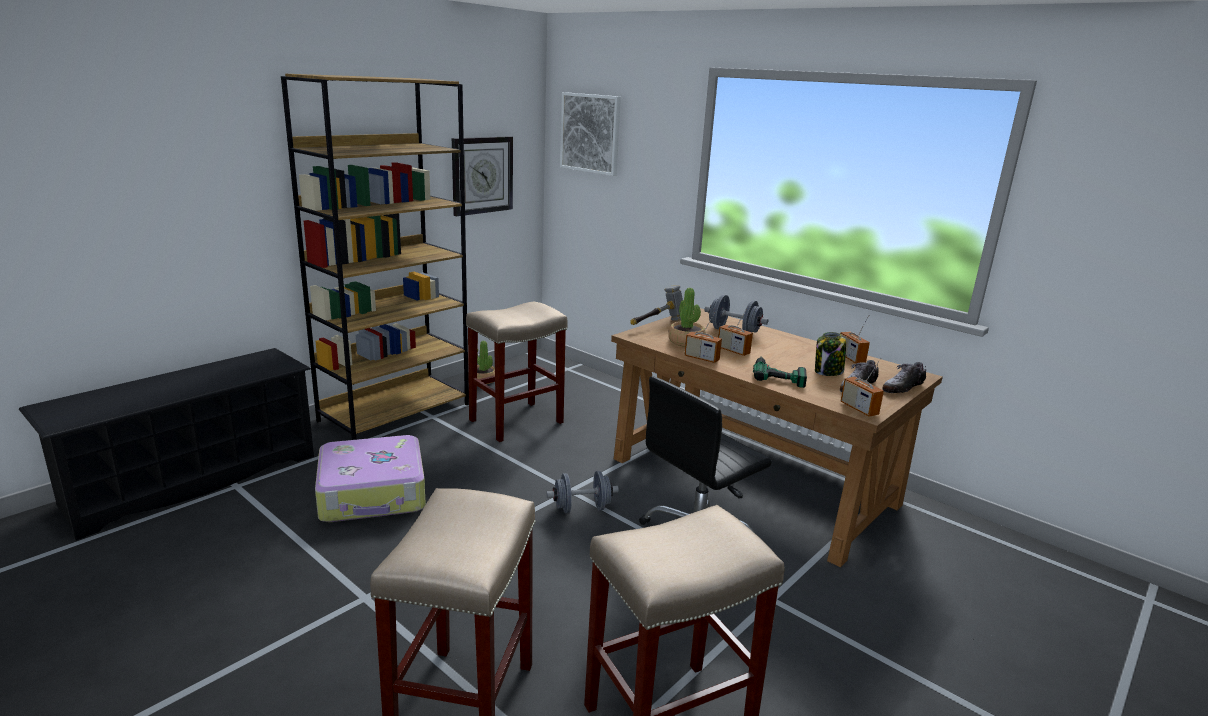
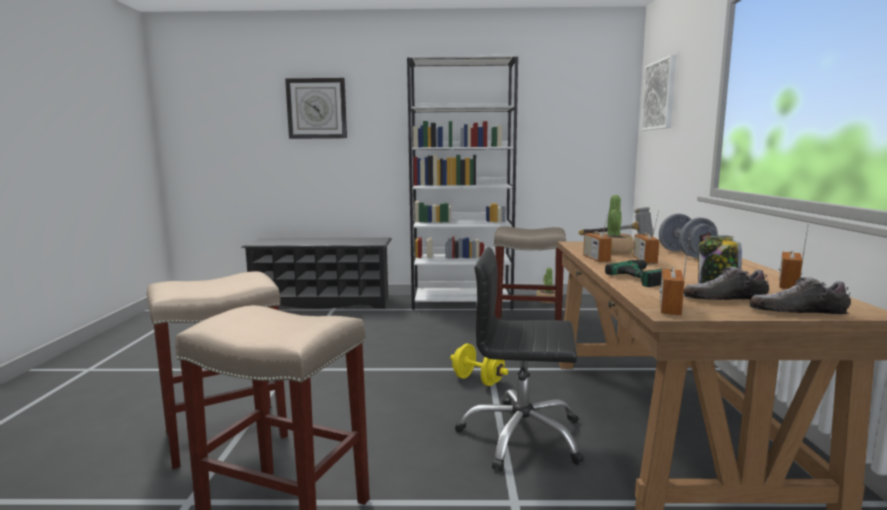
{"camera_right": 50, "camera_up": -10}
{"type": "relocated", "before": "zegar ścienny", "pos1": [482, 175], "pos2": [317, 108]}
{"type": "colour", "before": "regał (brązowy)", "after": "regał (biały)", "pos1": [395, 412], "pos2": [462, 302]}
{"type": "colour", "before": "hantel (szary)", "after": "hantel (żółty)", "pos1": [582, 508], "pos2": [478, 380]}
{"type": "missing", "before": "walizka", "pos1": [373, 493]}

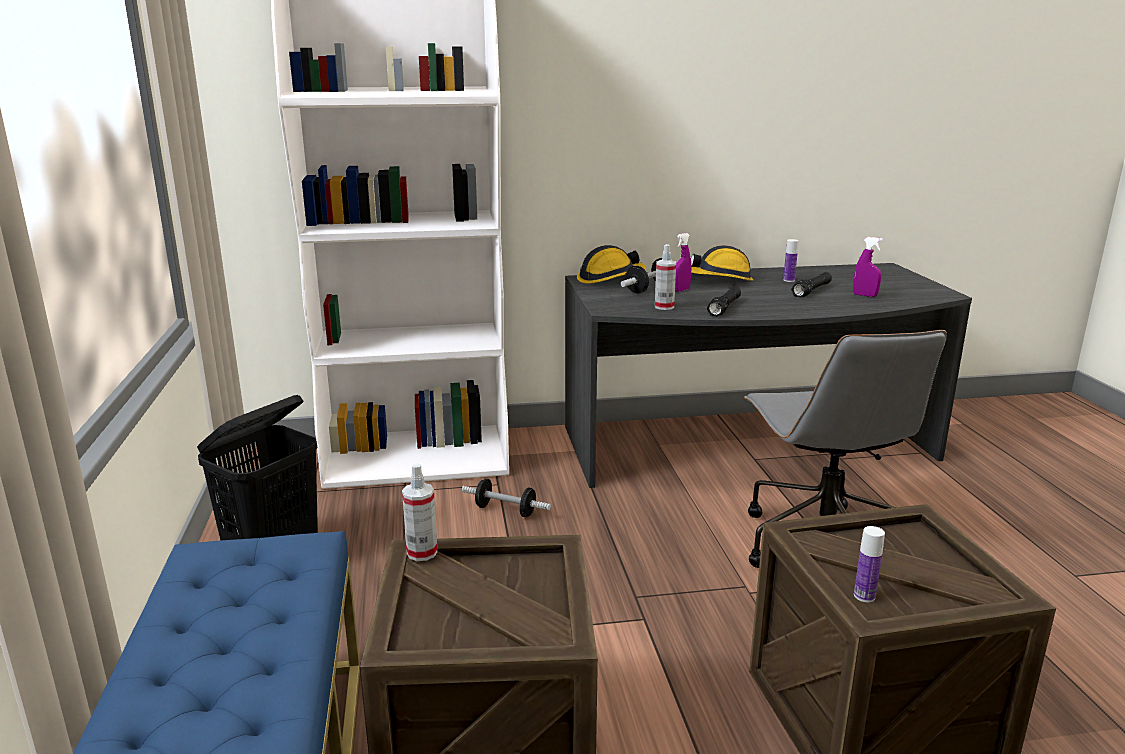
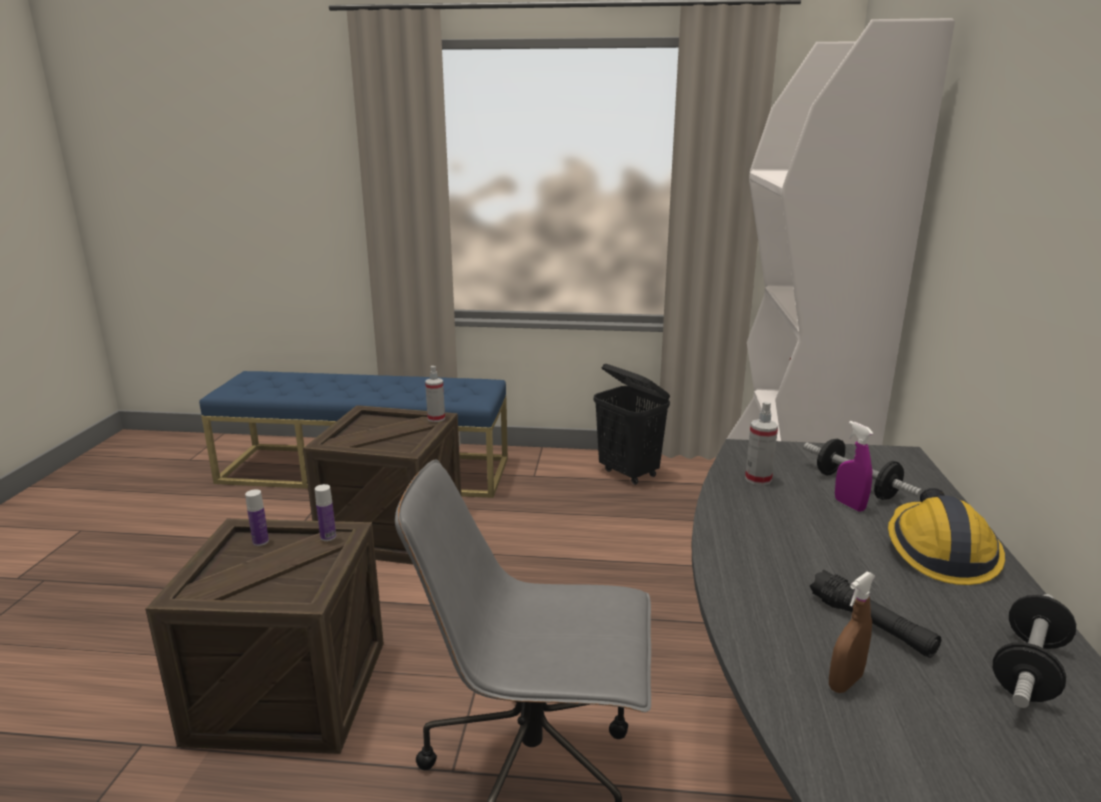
{"camera_right": 105, "camera_up": 0}
{"type": "relocated", "before": "butelka", "pos1": [788, 280], "pos2": [328, 537]}
{"type": "colour", "before": "spryskiwacz (fioletowy)", "after": "spryskiwacz (brązowy)", "pos1": [865, 295], "pos2": [845, 682]}
{"type": "relocated", "before": "hantel", "pos1": [505, 510], "pos2": [1028, 669]}
{"type": "missing", "before": "kask", "pos1": [609, 278]}
{"type": "missing", "before": "latarka (czarny)", "pos1": [724, 308]}

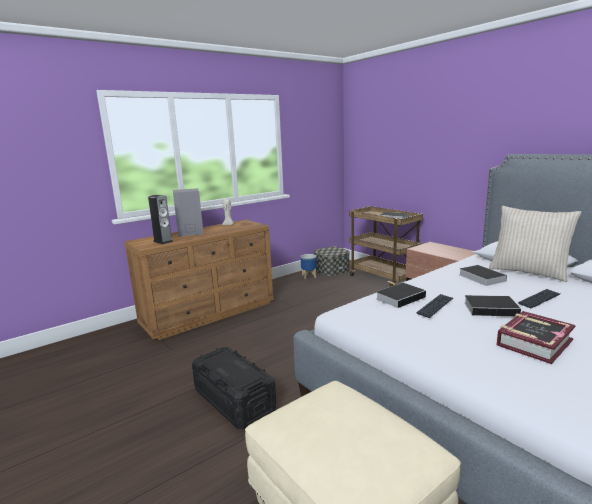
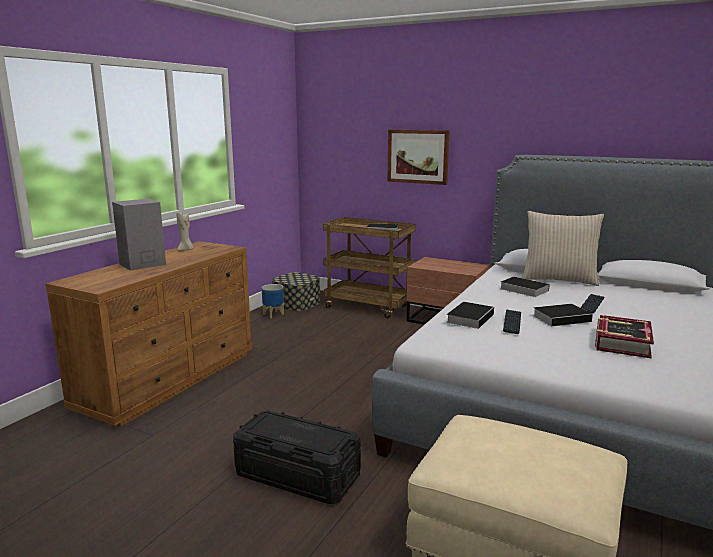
{"camera_right": -25, "camera_up": 0}
{"type": "appeared", "after": "obraz", "pos2": [418, 156]}
{"type": "missing", "before": "głośnik", "pos1": [163, 241]}

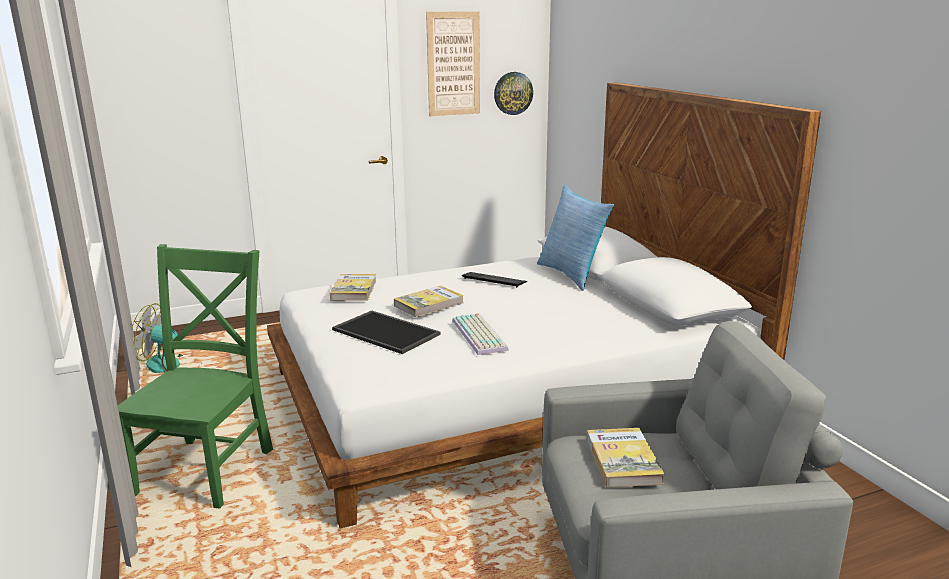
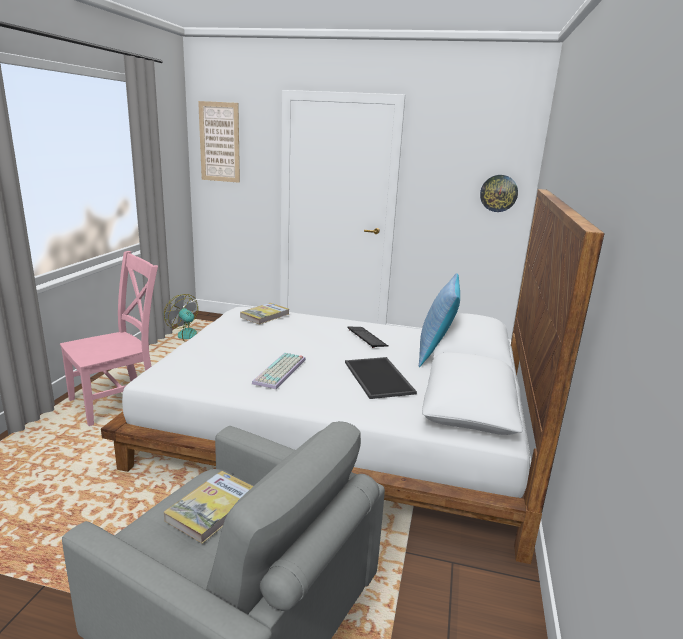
{"camera_right": 35, "camera_up": 0}
{"type": "colour", "before": "krzesło (zielony)", "after": "krzesło (różowy)", "pos1": [208, 469], "pos2": [119, 401]}
{"type": "relocated", "before": "obraz", "pos1": [453, 64], "pos2": [219, 142]}
{"type": "relocated", "before": "taca", "pos1": [387, 332], "pos2": [380, 378]}
{"type": "missing", "before": "książka", "pos1": [429, 304]}

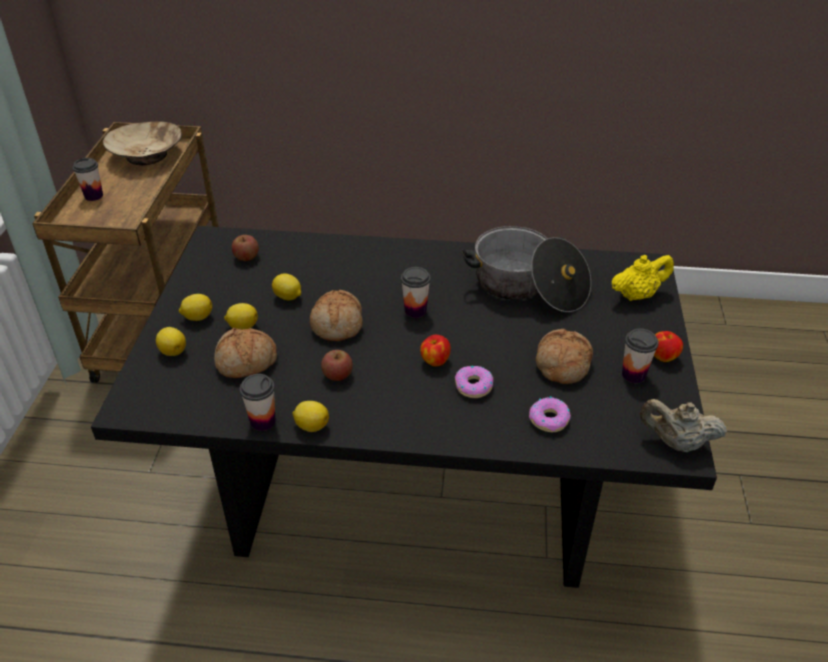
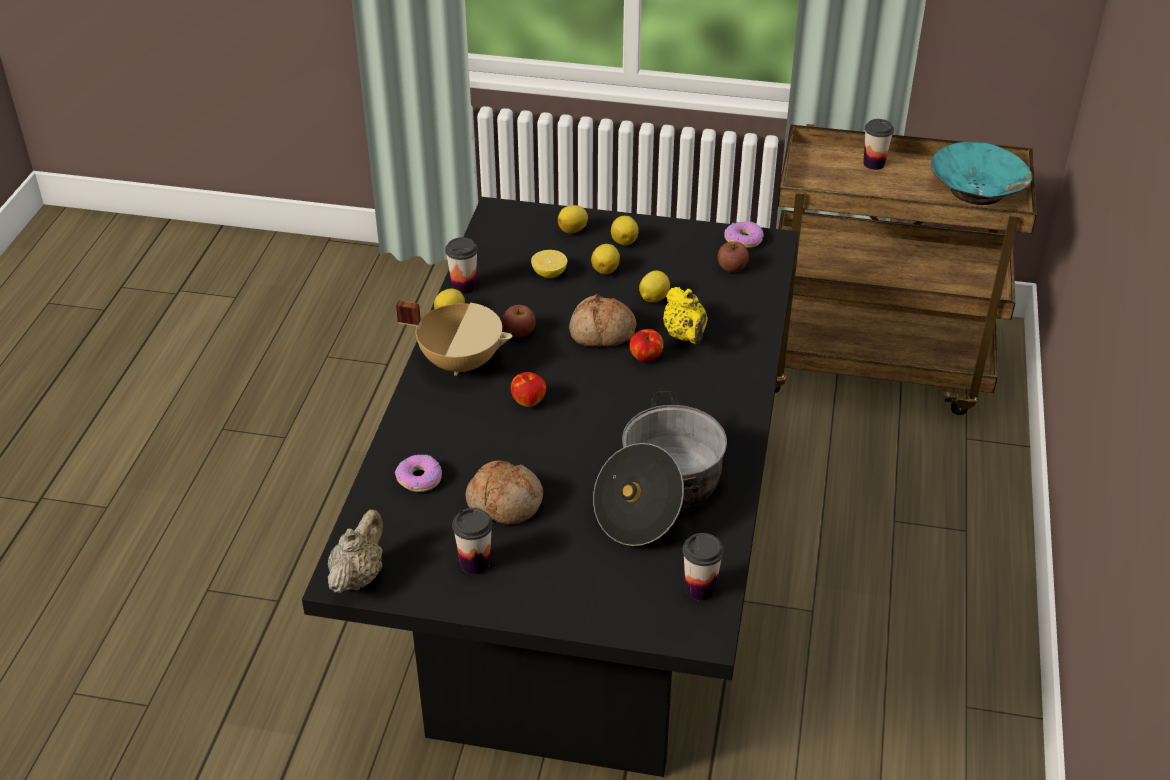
{"camera_right": 95, "camera_up": 0}
{"type": "appeared", "after": "garnek (beżowy)", "pos2": [461, 361]}
{"type": "exchanged", "before": "chleb", "after": "cytryna", "pos1": [246, 362], "pos2": [549, 274]}
{"type": "relocated", "before": "jabłko", "pos1": [663, 356], "pos2": [646, 358]}
{"type": "relocated", "before": "imbryk (żółty)", "pos1": [637, 295], "pos2": [685, 336]}
{"type": "relocated", "before": "filiżanka", "pos1": [415, 311], "pos2": [700, 589]}
{"type": "relocated", "before": "donut", "pos1": [473, 386], "pos2": [743, 239]}
{"type": "colour", "before": "miska (beżowy)", "after": "miska (turkusowy)", "pos1": [147, 155], "pos2": [977, 190]}

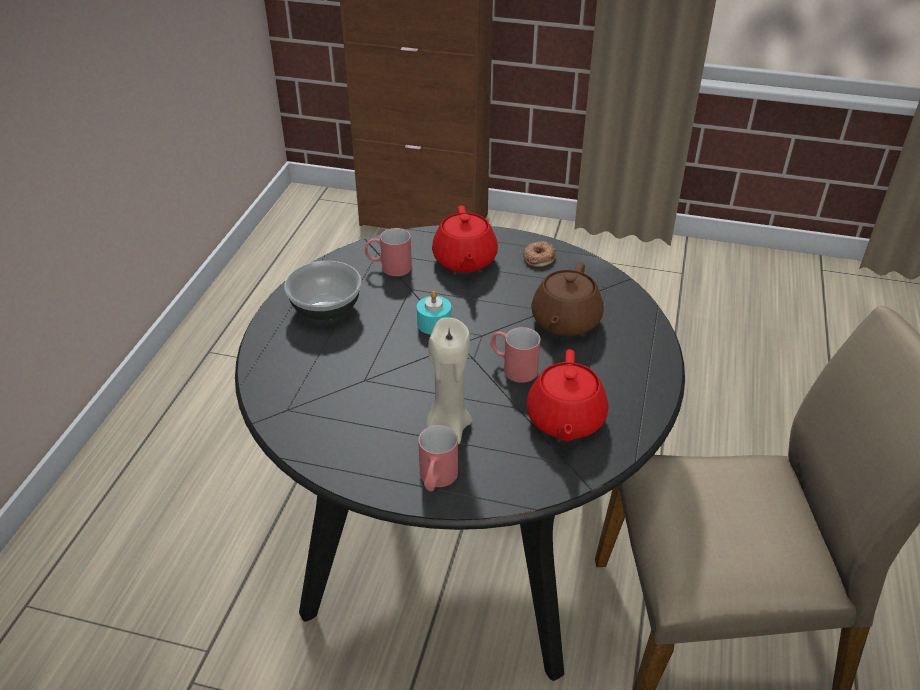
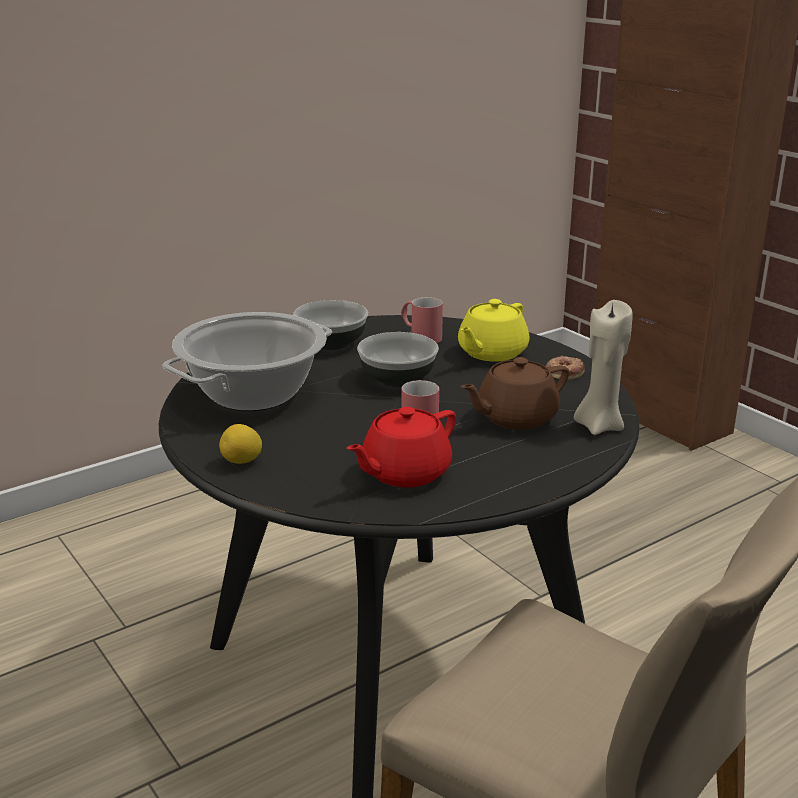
{"camera_right": 40, "camera_up": -15}
{"type": "appeared", "after": "garnek", "pos2": [253, 394]}
{"type": "exchanged", "before": "kubek (czerwony)", "after": "cytryna", "pos1": [436, 481], "pos2": [242, 461]}
{"type": "exchanged", "before": "świeca (turkusowy)", "after": "miska", "pos1": [434, 323], "pos2": [398, 379]}
{"type": "colour", "before": "imbryk (czerwony)", "after": "imbryk (żółty)", "pos1": [464, 260], "pos2": [491, 353]}
{"type": "relocated", "before": "świeca (beżowy)", "pos1": [448, 426], "pos2": [599, 426]}

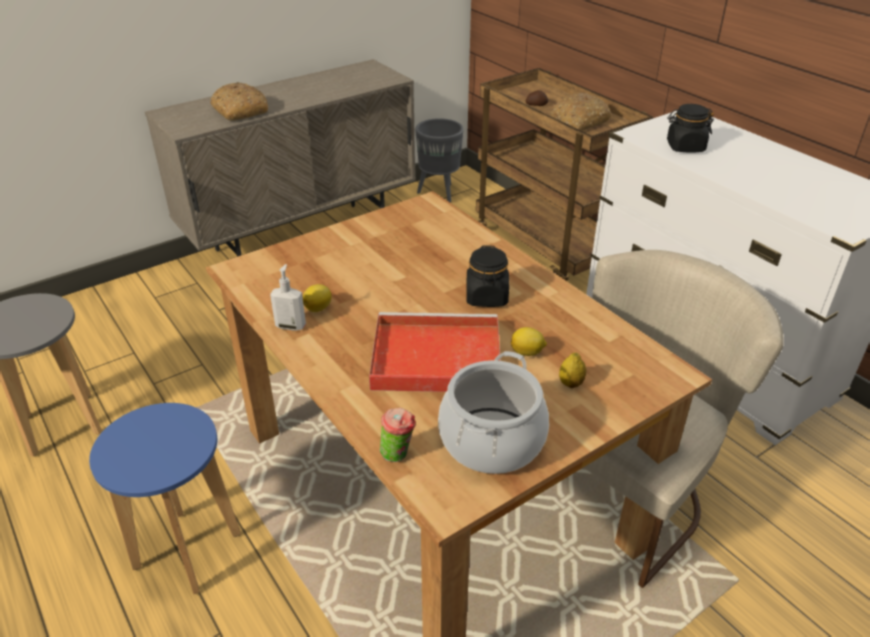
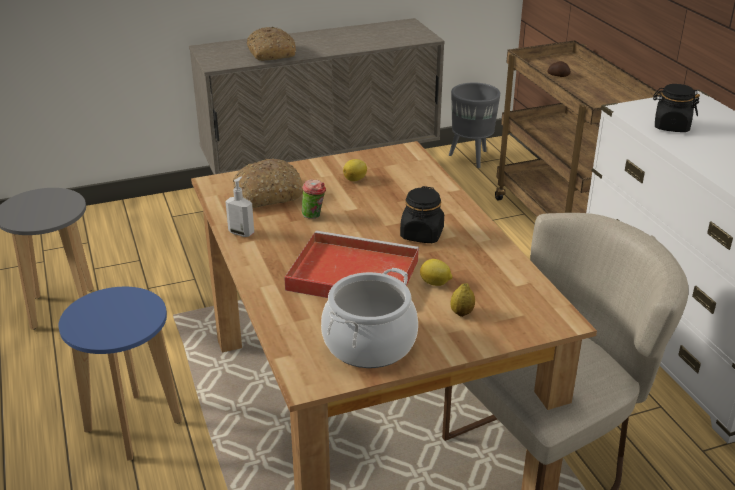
{"camera_right": 15, "camera_up": -5}
{"type": "relocated", "before": "chleb", "pos1": [579, 122], "pos2": [267, 194]}
{"type": "relocated", "before": "filiżanka", "pos1": [399, 454], "pos2": [314, 216]}
{"type": "relocated", "before": "cytryna", "pos1": [319, 308], "pos2": [355, 179]}

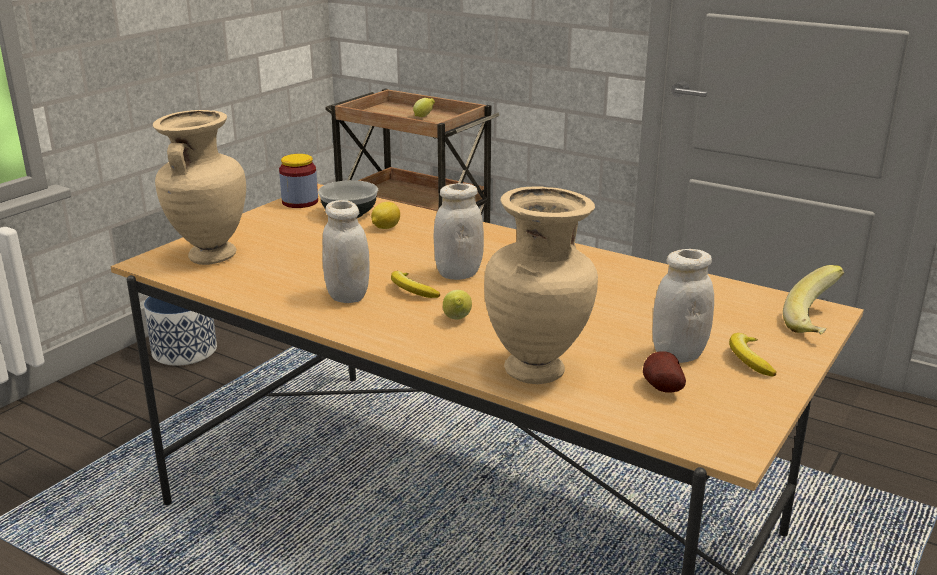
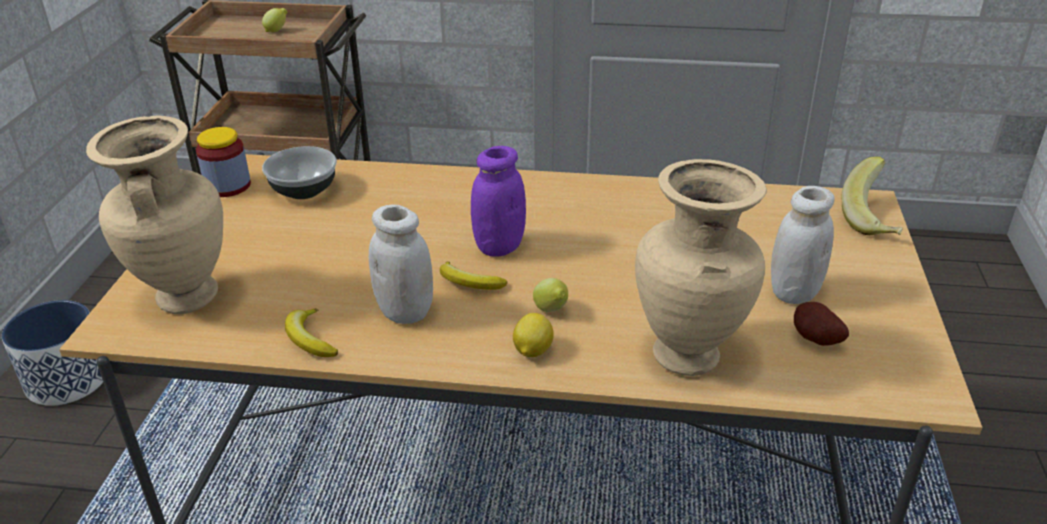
{"camera_right": -25, "camera_up": 10}
{"type": "relocated", "before": "banan", "pos1": [749, 359], "pos2": [310, 339]}
{"type": "colour", "before": "słoik (biały)", "after": "słoik (fioletowy)", "pos1": [458, 274], "pos2": [499, 246]}
{"type": "relocated", "before": "cytryna", "pos1": [385, 228], "pos2": [532, 351]}

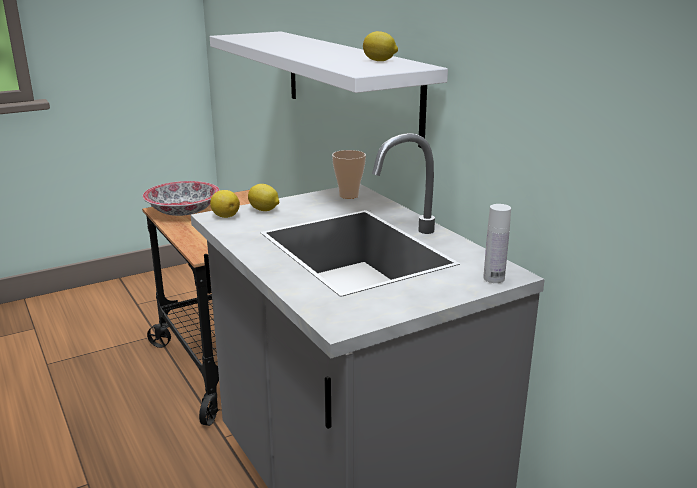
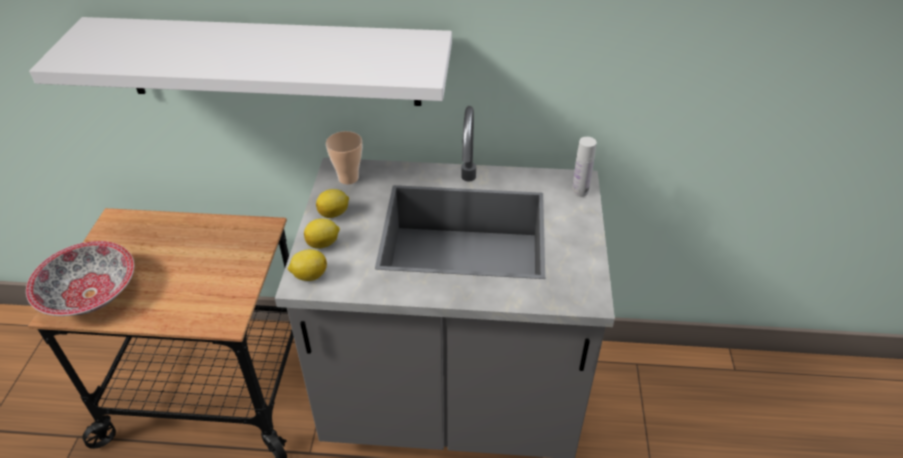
{"camera_right": -55, "camera_up": 20}
{"type": "relocated", "before": "cytryna", "pos1": [380, 61], "pos2": [334, 213]}

